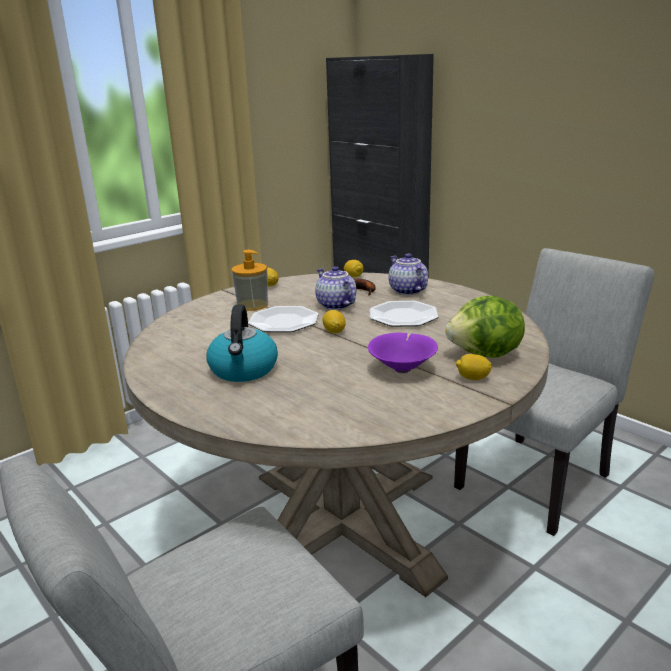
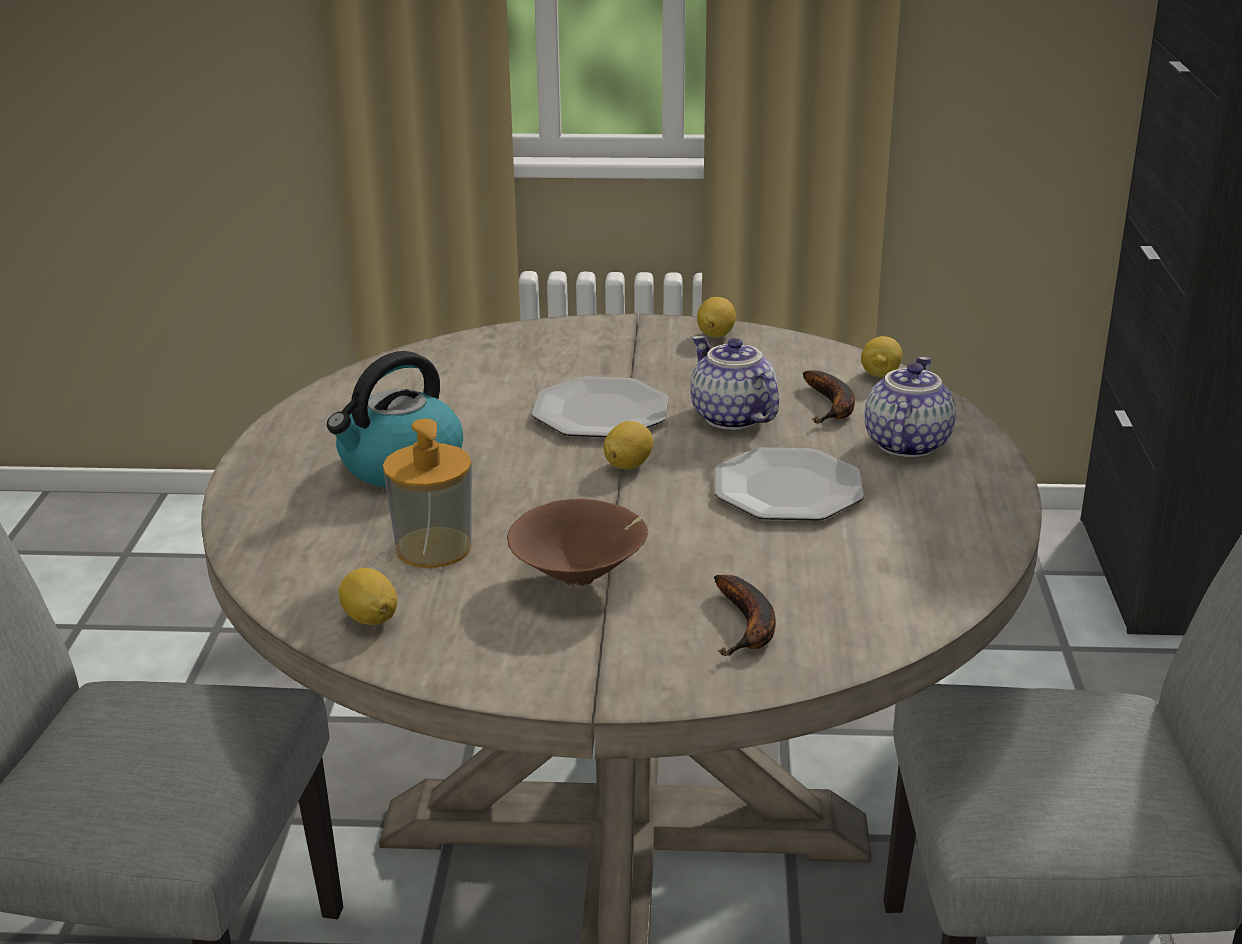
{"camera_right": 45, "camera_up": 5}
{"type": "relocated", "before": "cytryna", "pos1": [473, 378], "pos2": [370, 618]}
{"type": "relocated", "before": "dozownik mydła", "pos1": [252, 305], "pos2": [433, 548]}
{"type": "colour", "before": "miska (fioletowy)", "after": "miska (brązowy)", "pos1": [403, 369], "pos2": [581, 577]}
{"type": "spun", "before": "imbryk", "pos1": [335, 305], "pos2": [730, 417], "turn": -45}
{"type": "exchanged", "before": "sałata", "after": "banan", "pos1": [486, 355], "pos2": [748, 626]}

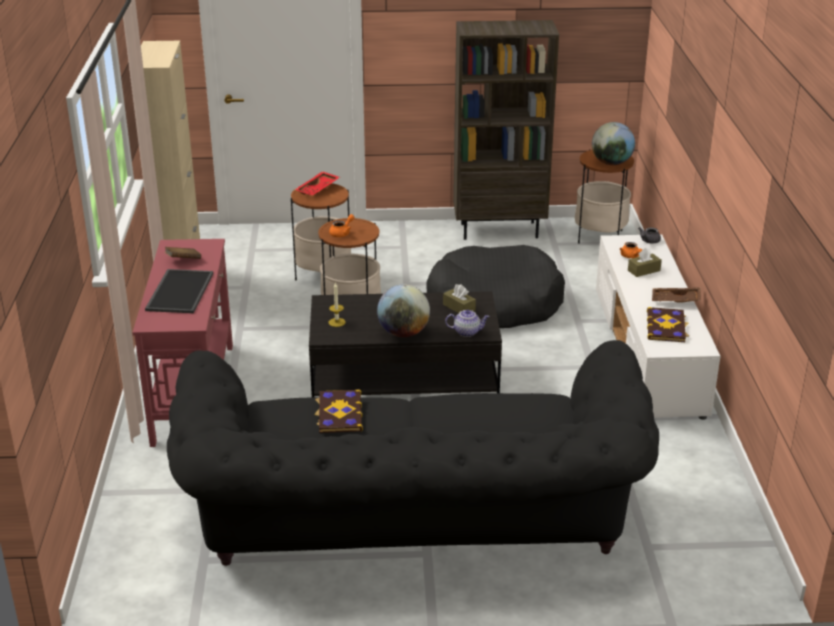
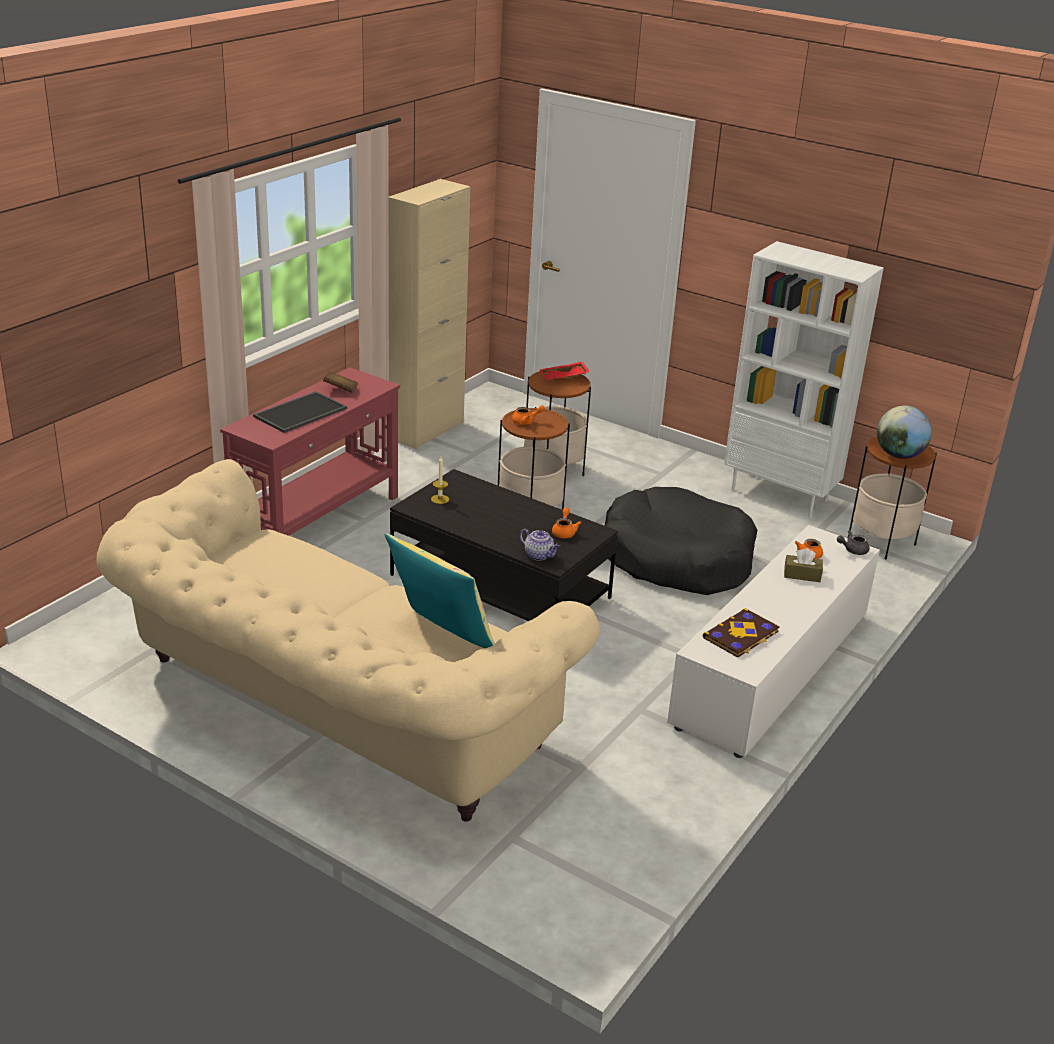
{"camera_right": 35, "camera_up": 0}
{"type": "colour", "before": "kanapa (czarny)", "after": "kanapa (beżowy)", "pos1": [413, 532], "pos2": [330, 713]}
{"type": "appeared", "after": "poduszka (żółty)", "pos2": [441, 637]}
{"type": "exchanged", "before": "pudełko chusteczek (brązowy)", "after": "imbryk (pomarańczowy)", "pos1": [459, 307], "pos2": [564, 532]}
{"type": "colour", "before": "regał (brązowy)", "after": "regał (biały)", "pos1": [499, 230], "pos2": [780, 495]}
{"type": "missing", "before": "książka", "pos1": [339, 413]}
{"type": "missing", "before": "globus", "pos1": [403, 333]}
{"type": "missing", "before": "taca (brązowy)", "pos1": [675, 301]}

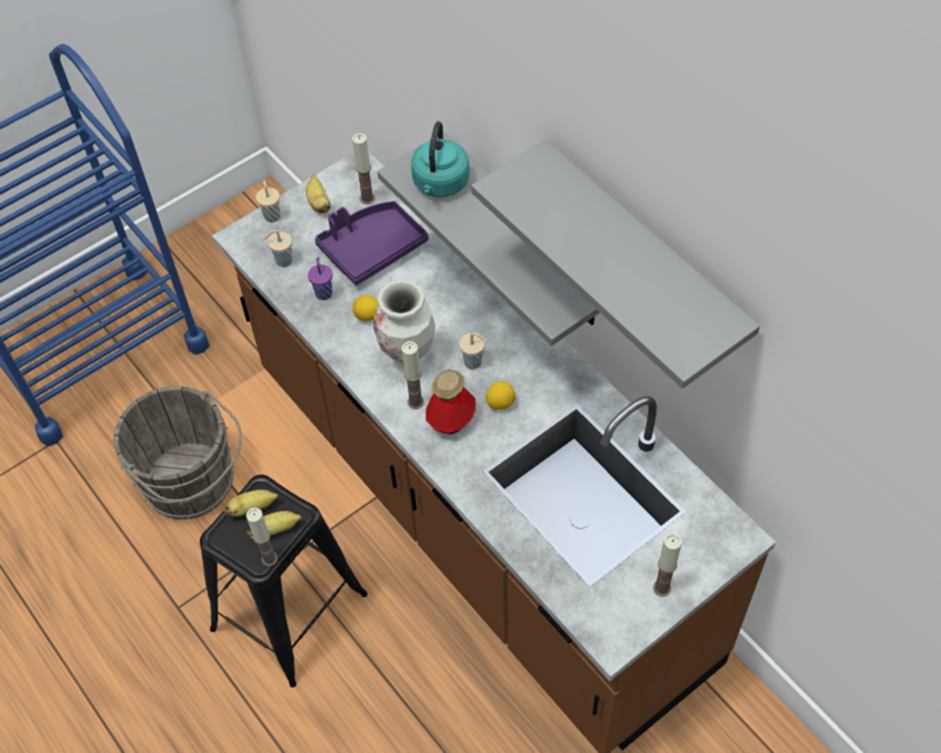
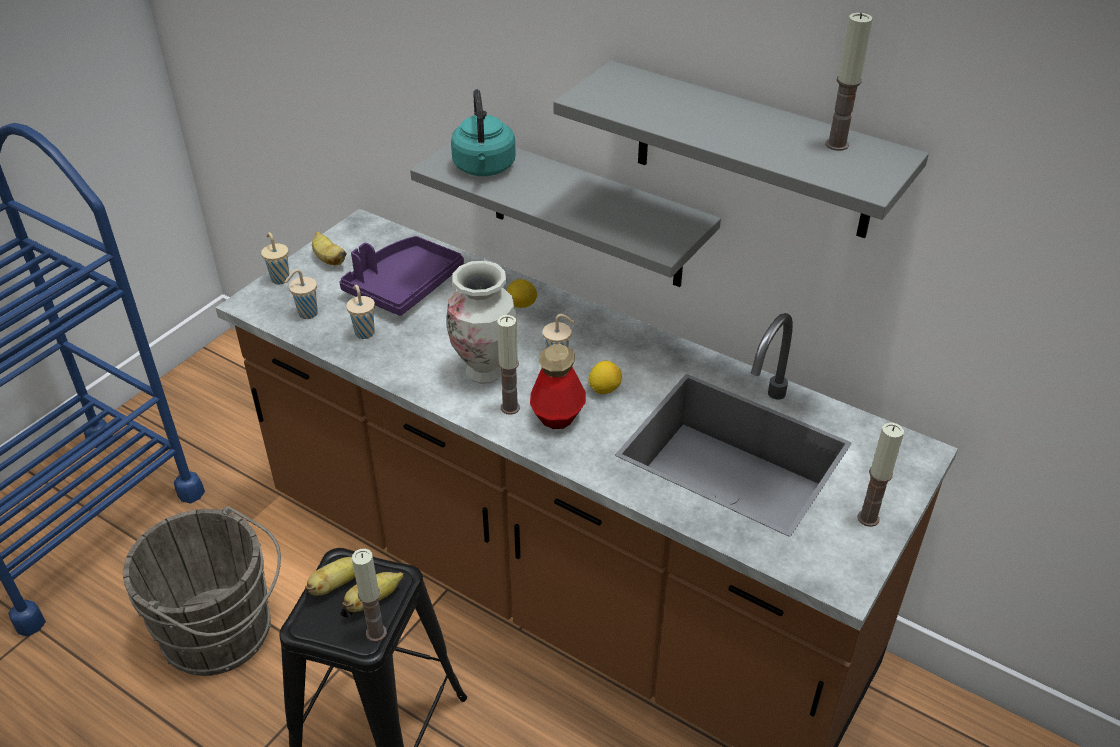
{"camera_right": -20, "camera_up": -15}
{"type": "colour", "before": "filiżanka (fioletowy)", "after": "filiżanka (beżowy)", "pos1": [323, 292], "pos2": [364, 332]}
{"type": "relocated", "before": "cytryna", "pos1": [368, 316], "pos2": [521, 305]}
{"type": "relocated", "before": "świeca", "pos1": [367, 198], "pos2": [836, 144]}

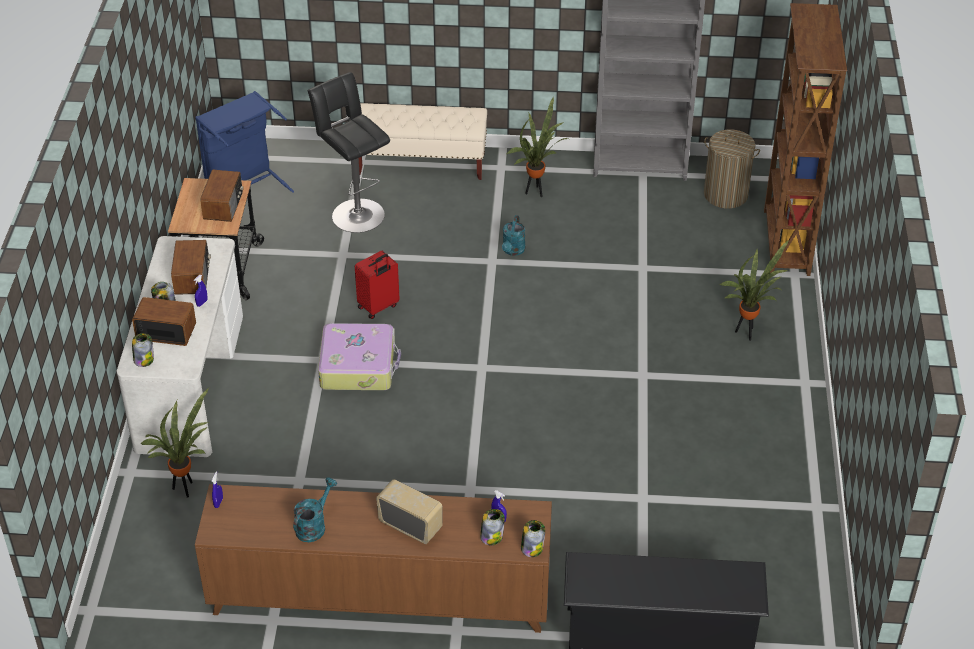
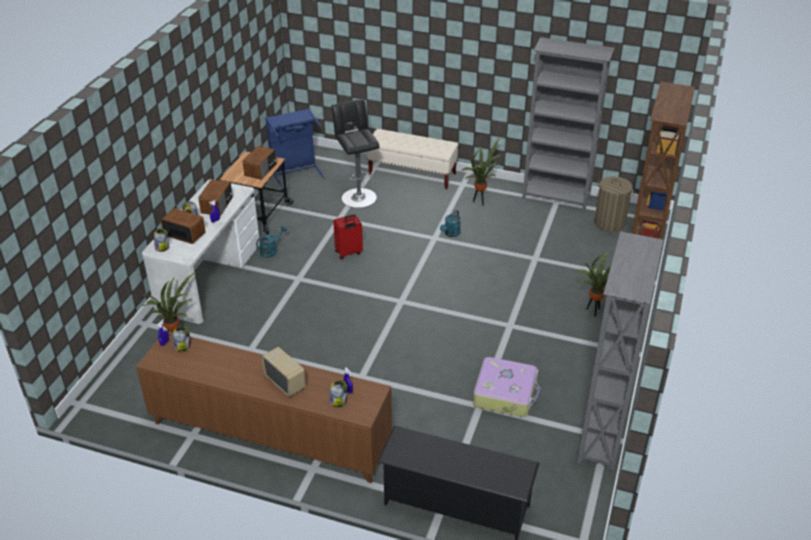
{"camera_right": 15, "camera_up": -5}
{"type": "relocated", "before": "słoik", "pos1": [532, 548], "pos2": [182, 346]}
{"type": "relocated", "before": "konewka (turkusowy)", "pos1": [314, 525], "pos2": [271, 251]}
{"type": "relocated", "before": "walizka", "pos1": [358, 365], "pos2": [505, 393]}
{"type": "appeared", "after": "regał (szary)", "pos2": [601, 436]}

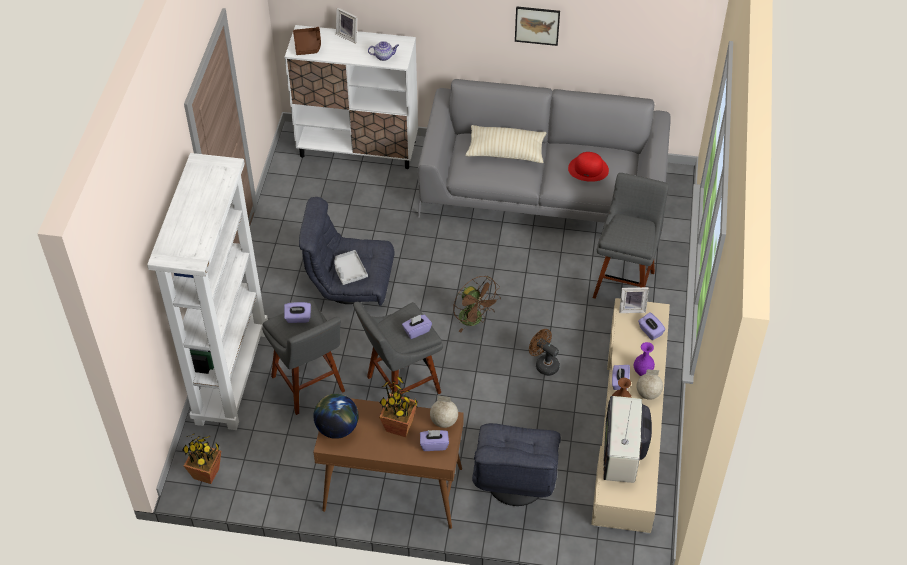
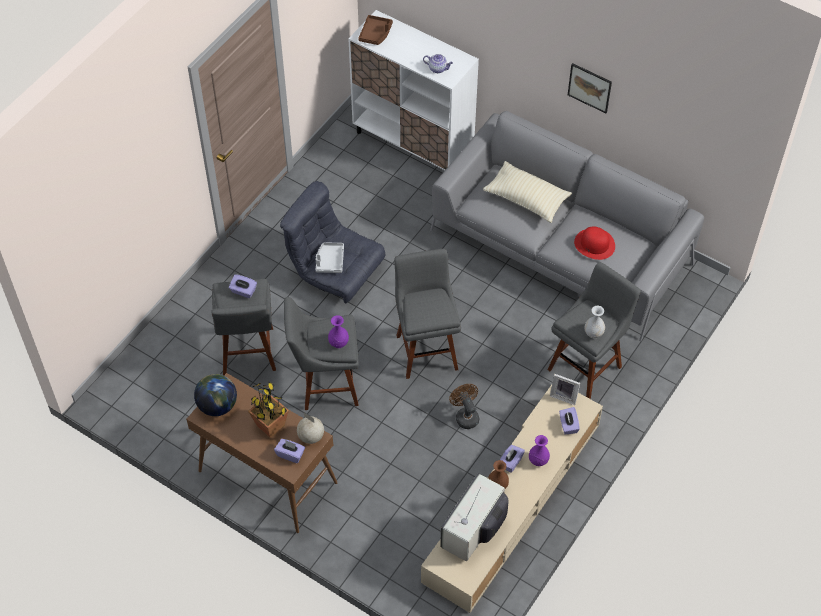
{"camera_right": 25, "camera_up": 5}
{"type": "exchanged", "before": "pudełko chusteczek (fioletowy)", "after": "wazon (fioletowy)", "pos1": [417, 331], "pos2": [338, 343]}
{"type": "exchanged", "before": "wentylator (brązowy)", "after": "stołek (szary)", "pos1": [474, 320], "pos2": [426, 349]}
{"type": "appeared", "after": "wazon (biały)", "pos2": [594, 333]}
{"type": "missing", "before": "regał (biały)", "pos1": [231, 374]}
{"type": "missing", "before": "roślina doniczkowa", "pos1": [206, 473]}
{"type": "missing", "before": "ramka na zdjęcie", "pos1": [348, 36]}
{"type": "missing", "before": "fotel (szary)", "pos1": [514, 481]}
{"type": "missing", "before": "globus", "pos1": [648, 394]}

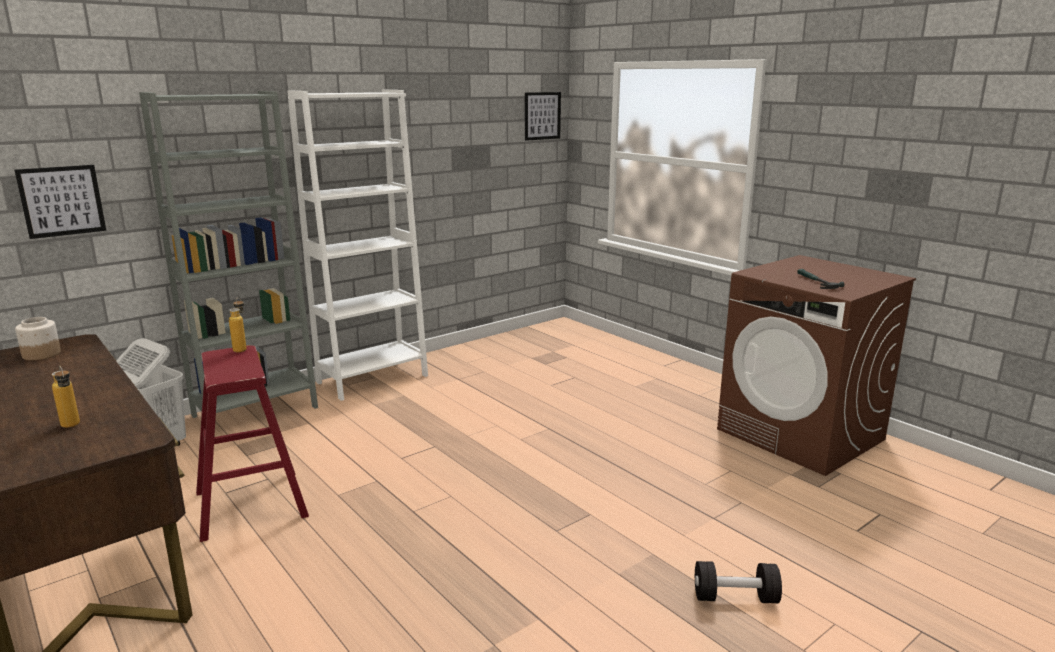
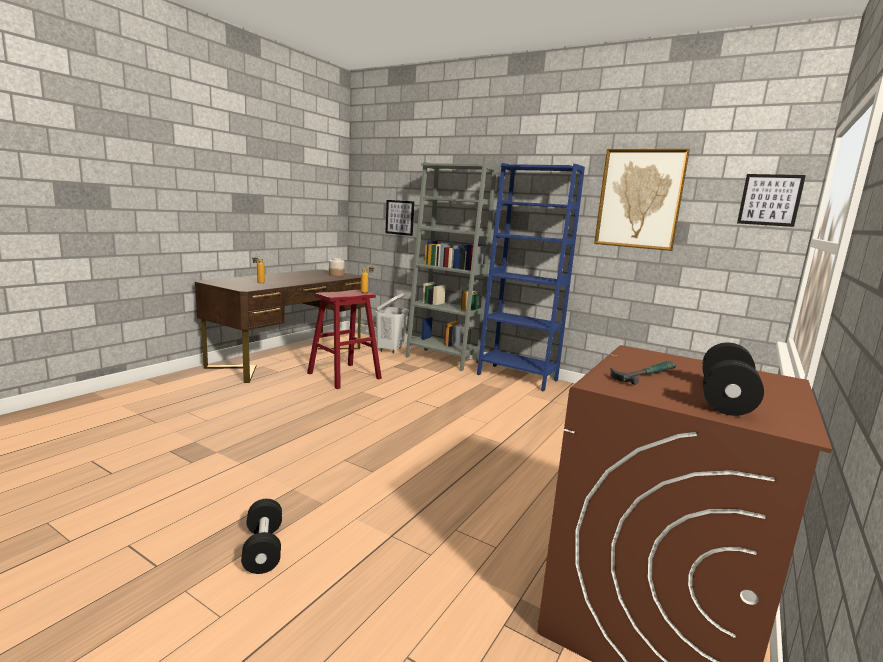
{"camera_right": 70, "camera_up": -5}
{"type": "colour", "before": "regał (biały)", "after": "regał (niebieski)", "pos1": [372, 379], "pos2": [517, 377]}
{"type": "appeared", "after": "obraz", "pos2": [639, 199]}
{"type": "appeared", "after": "hantel (czarny)", "pos2": [725, 398]}

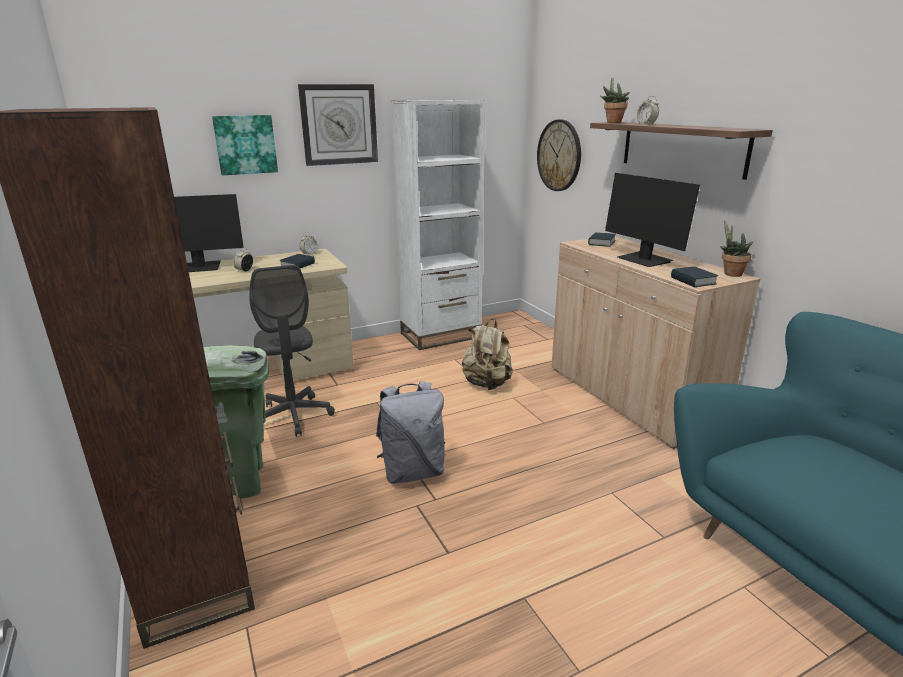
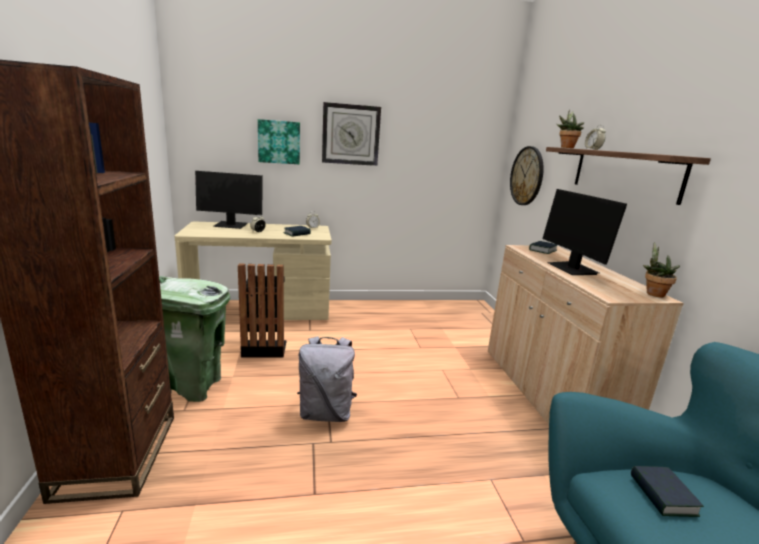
{"camera_right": 15, "camera_up": -5}
{"type": "exchanged", "before": "krzesło biurowe (szary)", "after": "kosz na śmieci (czarny)", "pos1": [293, 416], "pos2": [264, 347]}
{"type": "relocated", "before": "książka", "pos1": [693, 281], "pos2": [662, 495]}
{"type": "missing", "before": "regał (biały)", "pos1": [441, 335]}
{"type": "missing", "before": "plecak (beżowy)", "pos1": [487, 384]}

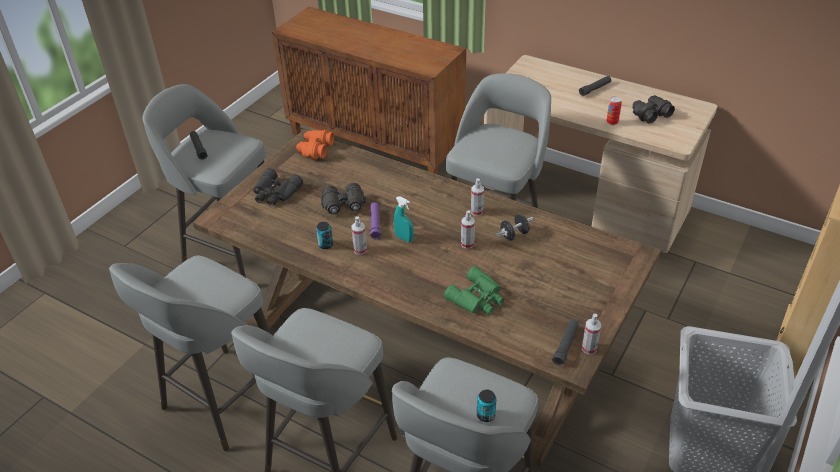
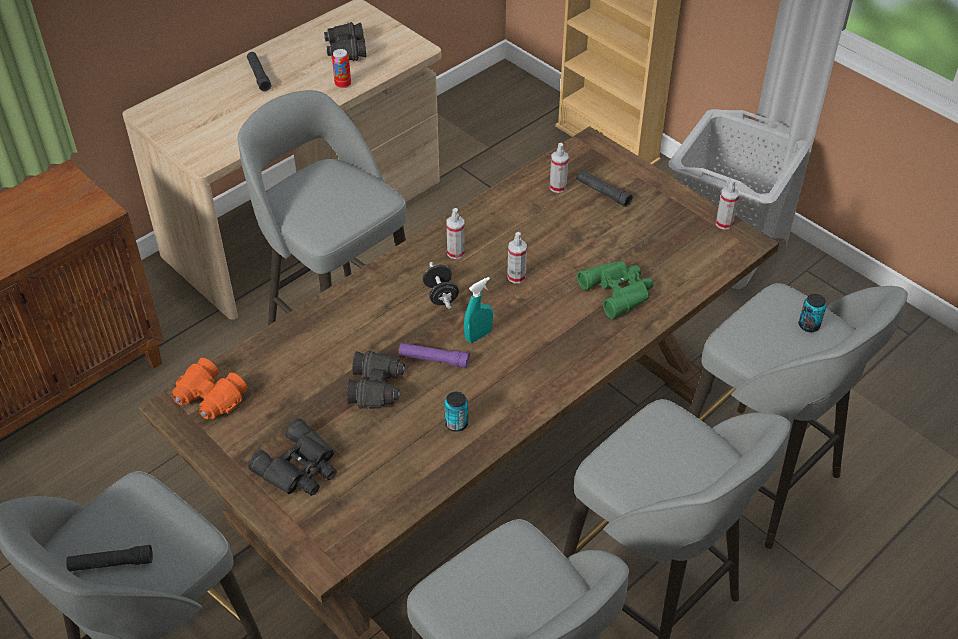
{"camera_right": -75, "camera_up": 5}
{"type": "relocated", "before": "hantel (czarny)", "pos1": [514, 235], "pos2": [441, 295]}
{"type": "relocated", "before": "spryskiwacz", "pos1": [360, 250], "pos2": [558, 187]}
{"type": "relocated", "before": "latarka (czarny)", "pos1": [565, 345], "pos2": [603, 192]}

